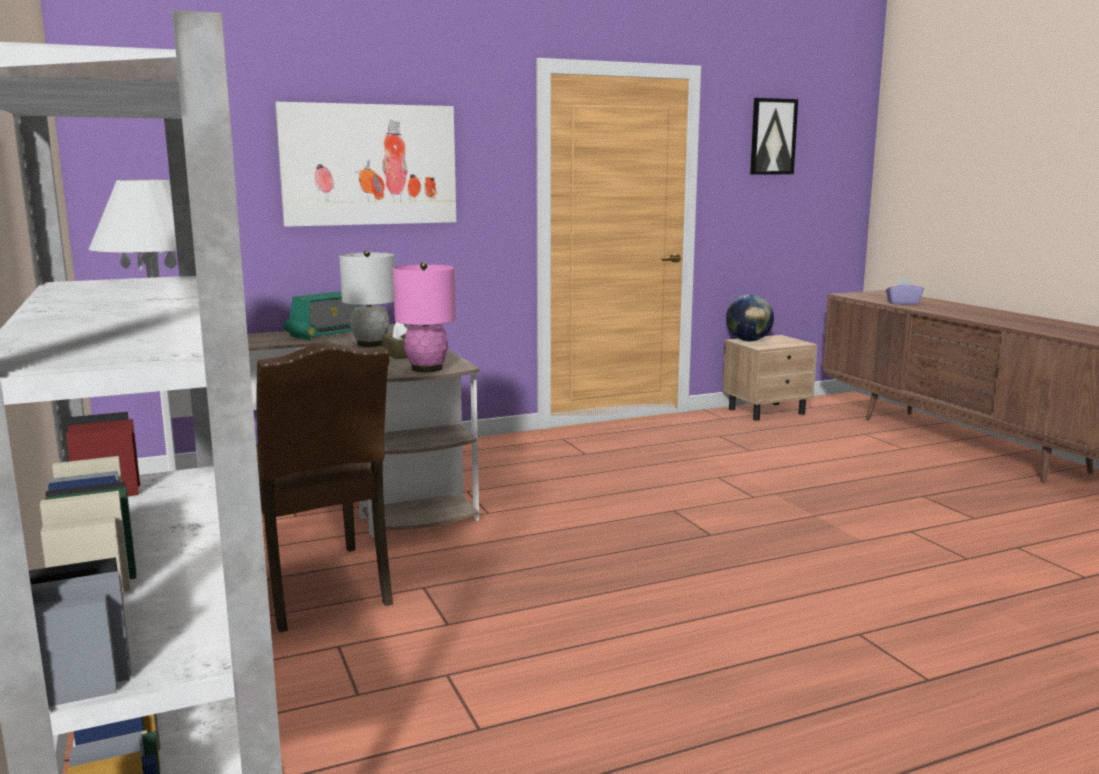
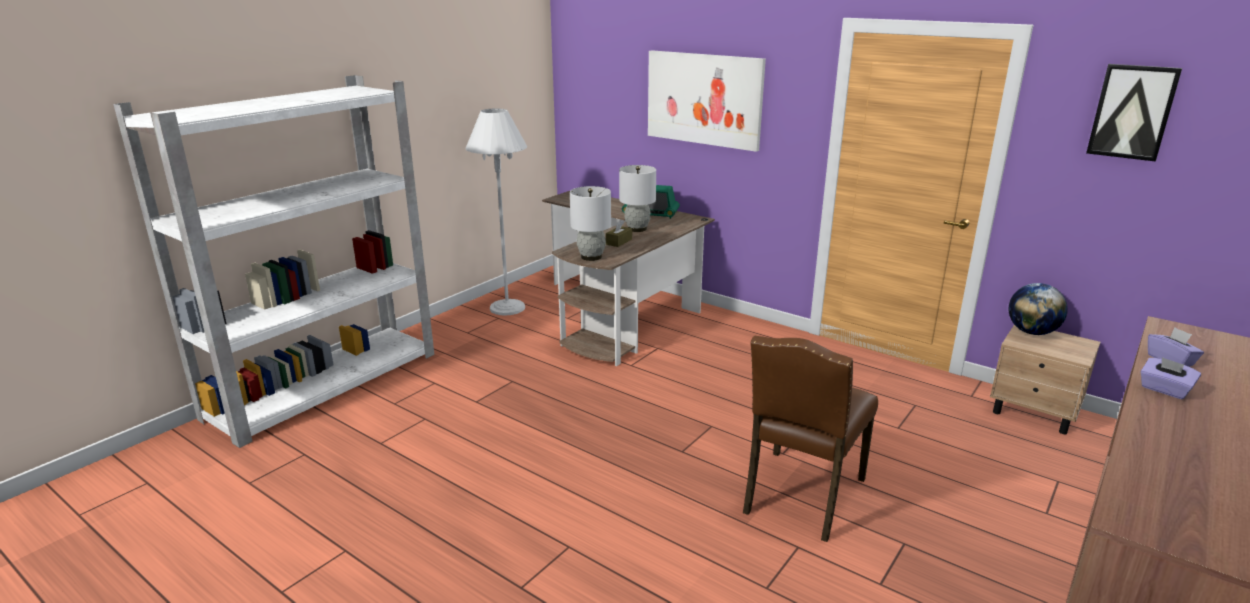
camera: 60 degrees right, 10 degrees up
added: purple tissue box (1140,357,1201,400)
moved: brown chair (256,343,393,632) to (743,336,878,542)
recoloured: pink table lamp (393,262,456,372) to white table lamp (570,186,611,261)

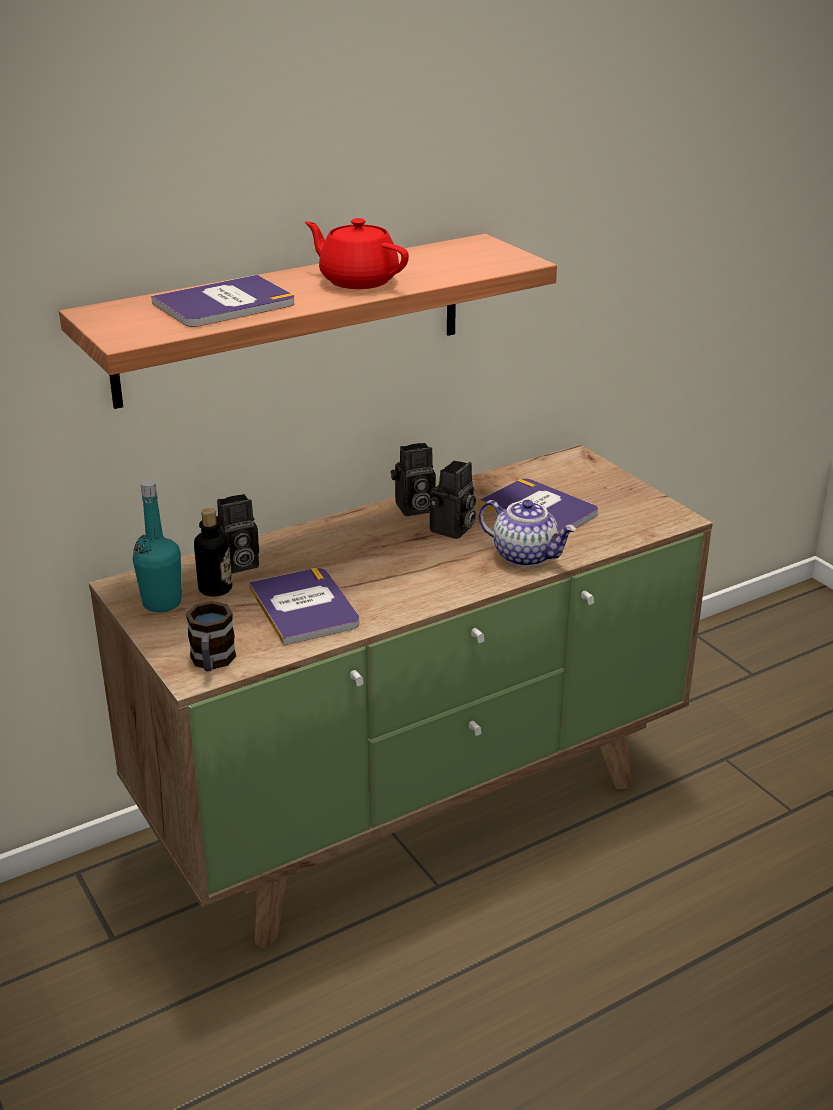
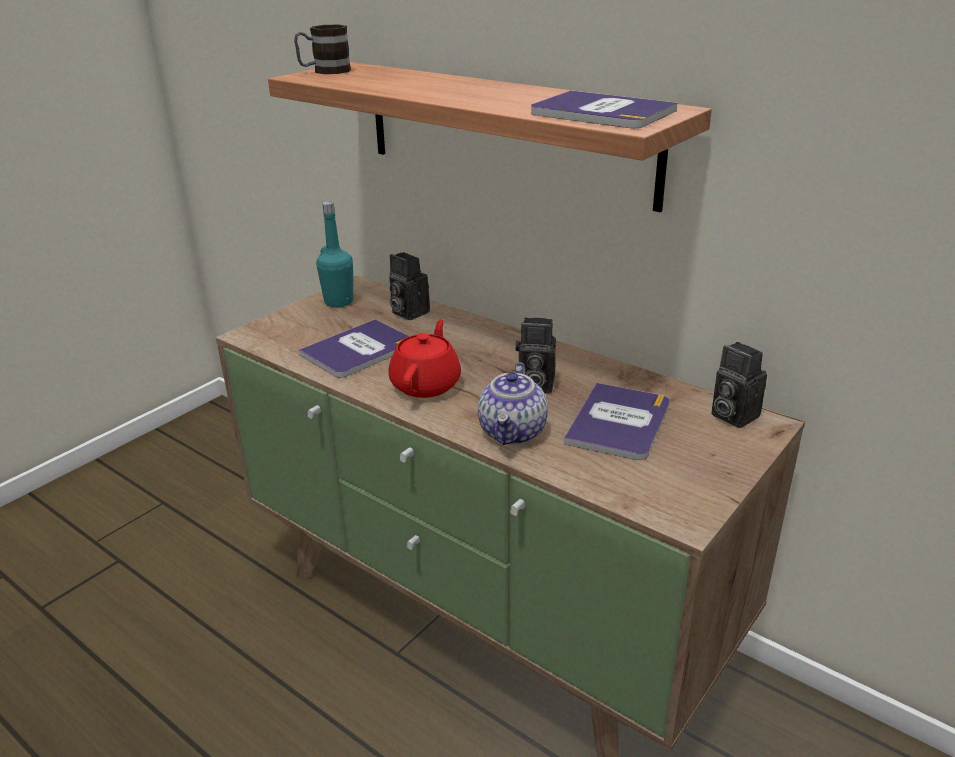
camera: 70 degrees right, 0 degrees up
removed: bottle (194,508,232,596)
moved: book (151,275,295,327) to (531,90,678,128); mug (186,601,236,671) to (294,25,351,74); red teapot (305,218,409,289) to (389,319,461,398); photo camera (391,443,436,516) to (711,342,767,428)

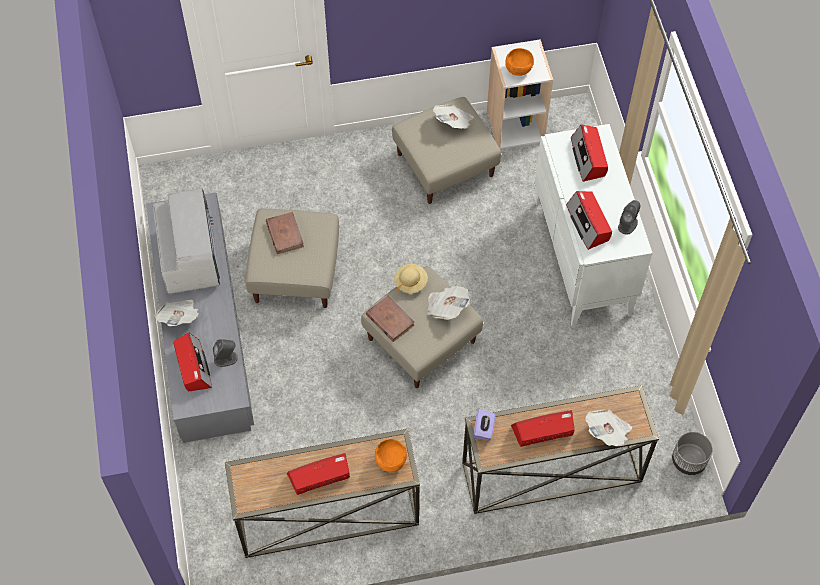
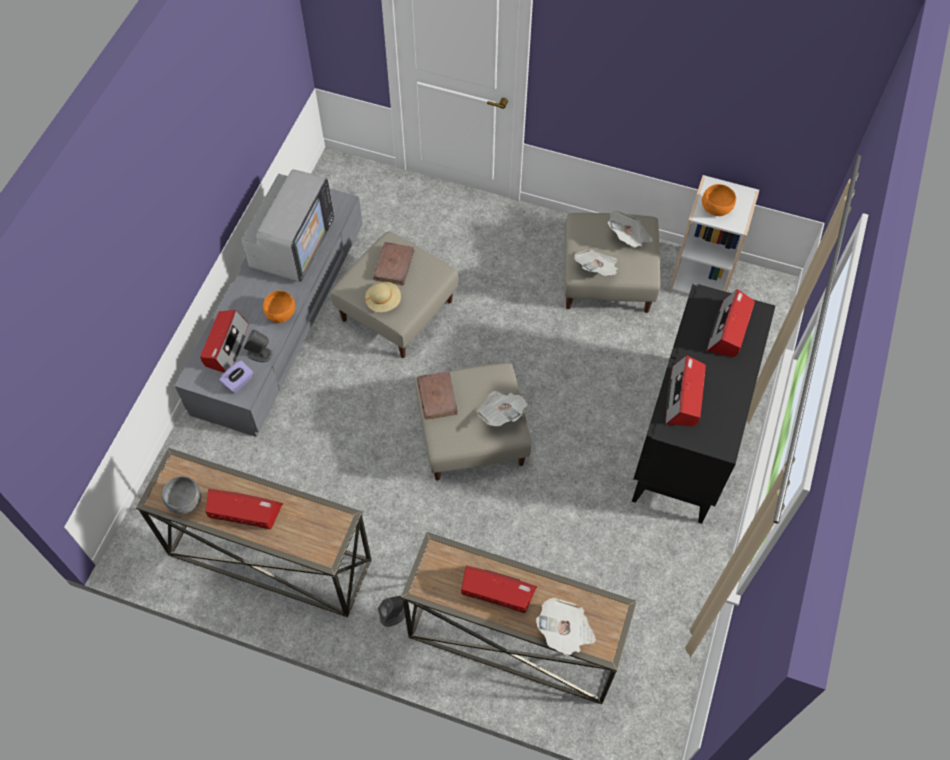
camera: 30 degrees right, 0 degrees up
removed: grey planter (672,432,713,475)
added: grey bowl (162,476,201,514)
moved: newspaper (155,299,199,326) to (574,250,618,276); orange bowl (375,439,407,472) to (263,290,295,323); beige hat (394,263,428,294) to (365,282,401,312); purple tissue box (474,409,495,441) to (219,360,254,393); grey speaker (618,200,640,235) to (378,596,405,627)
recoloured: white cabinet (535,124,653,327) to black cabinet (632,284,775,524)

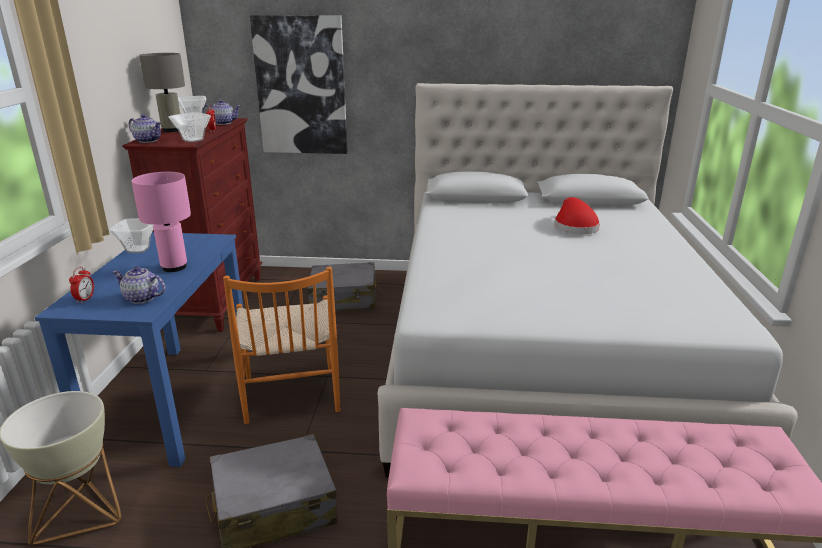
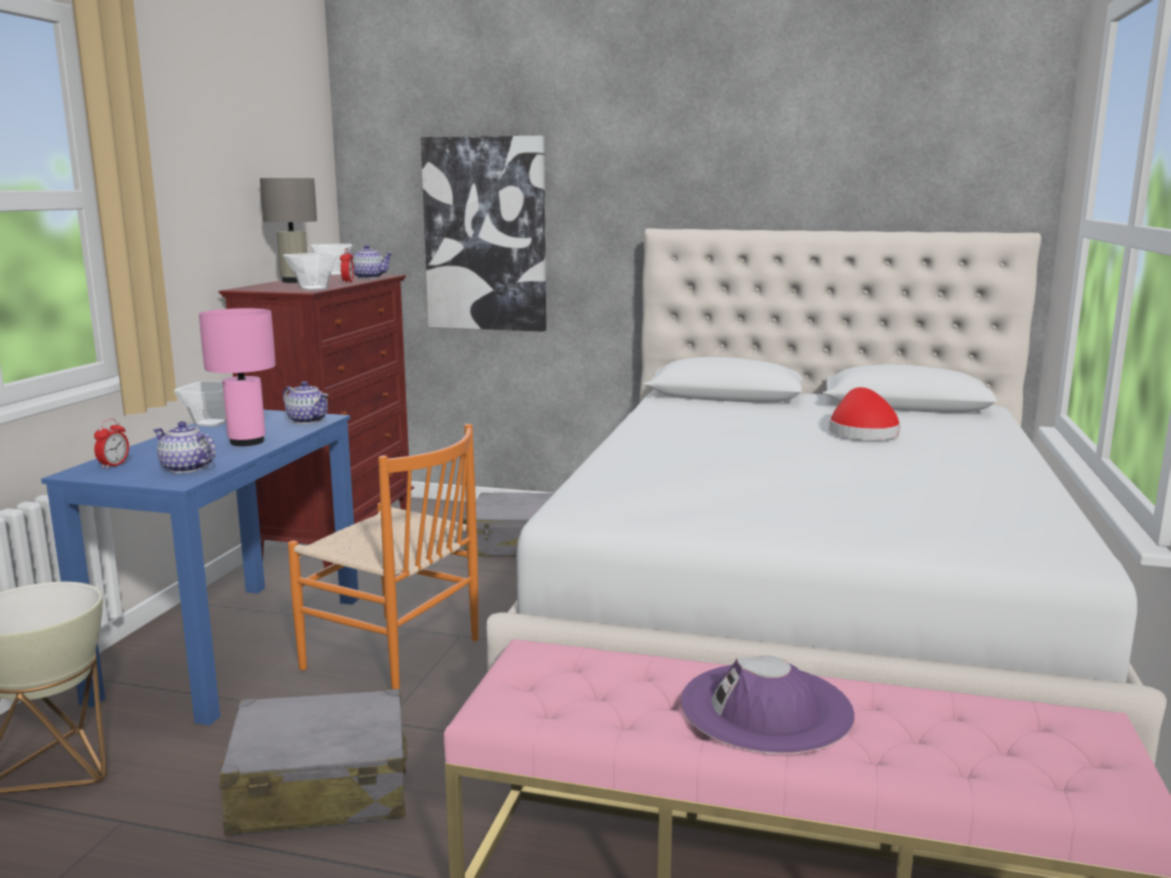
camera: 10 degrees right, 10 degrees down
added: purple hat (681,655,855,754)
moved: teapot (129,114,161,143) to (283,381,329,424)
turned: orange chair (223,267,340,424) = (288,424,479,689) 60 degrees counterclockwise

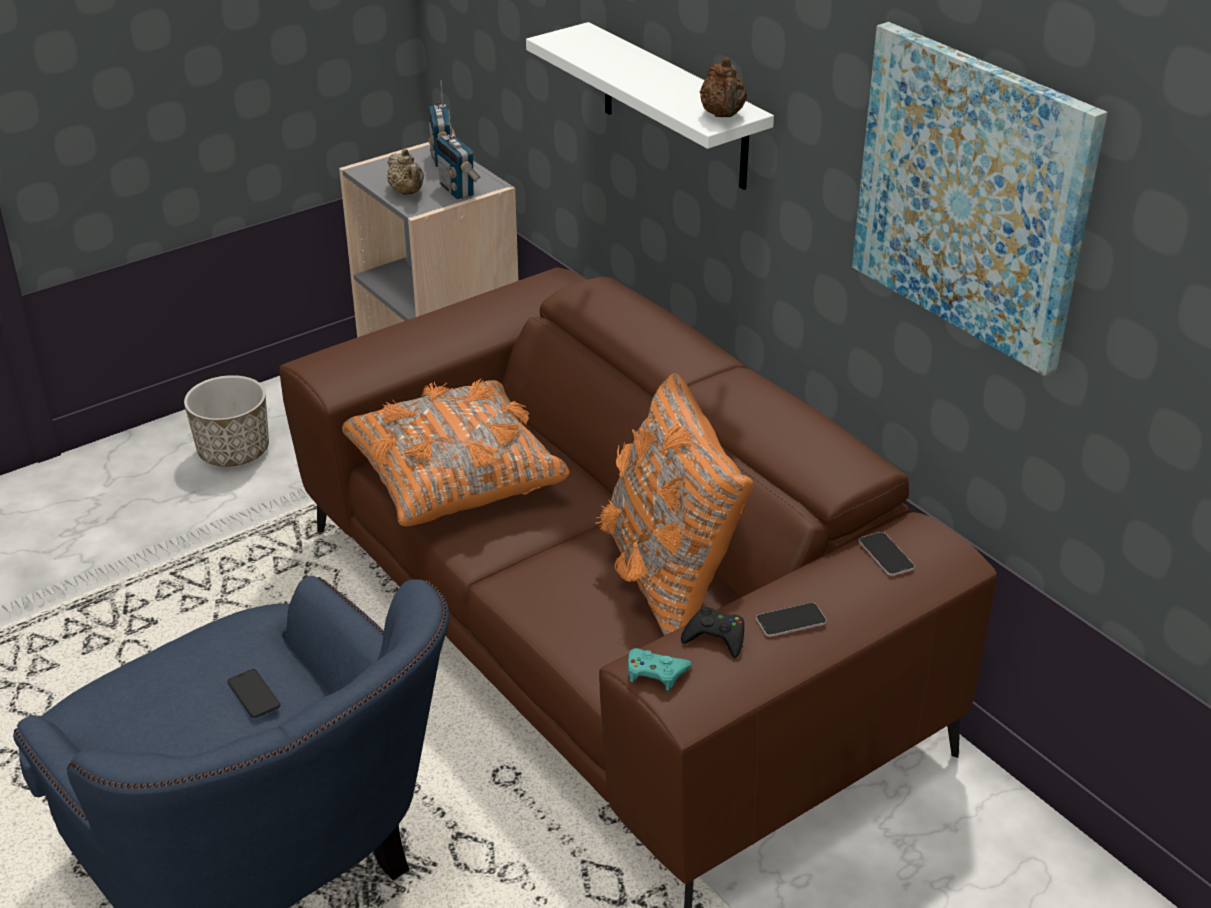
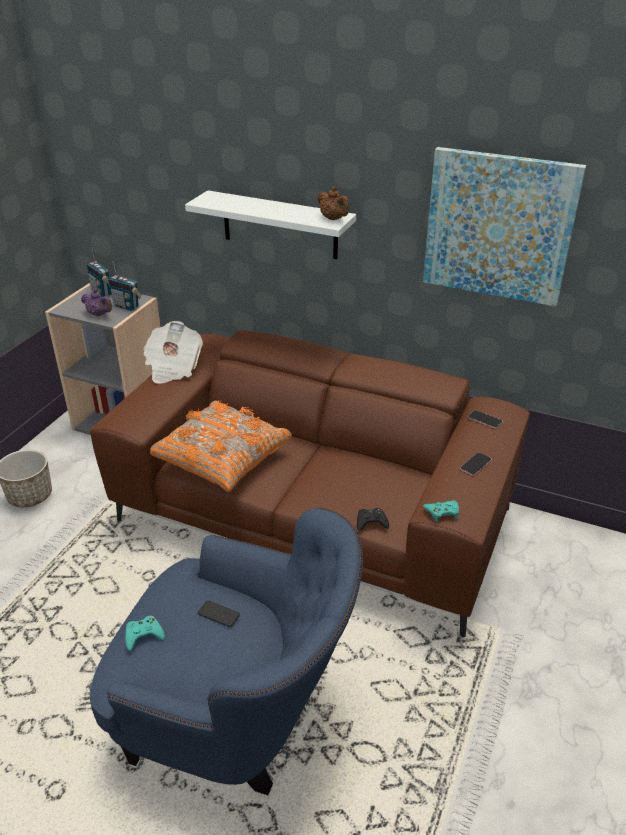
camera: 30 degrees left, 0 degrees up
removed: orange pillow (596,373,753,636)
added: turquoise game controller (125,616,165,651); newspaper (143,321,203,384)
moved: black game controller (681,607,744,658) to (357,508,389,532)
recoloured: beige teapot (387,149,424,195) to purple teapot (81,289,112,316)

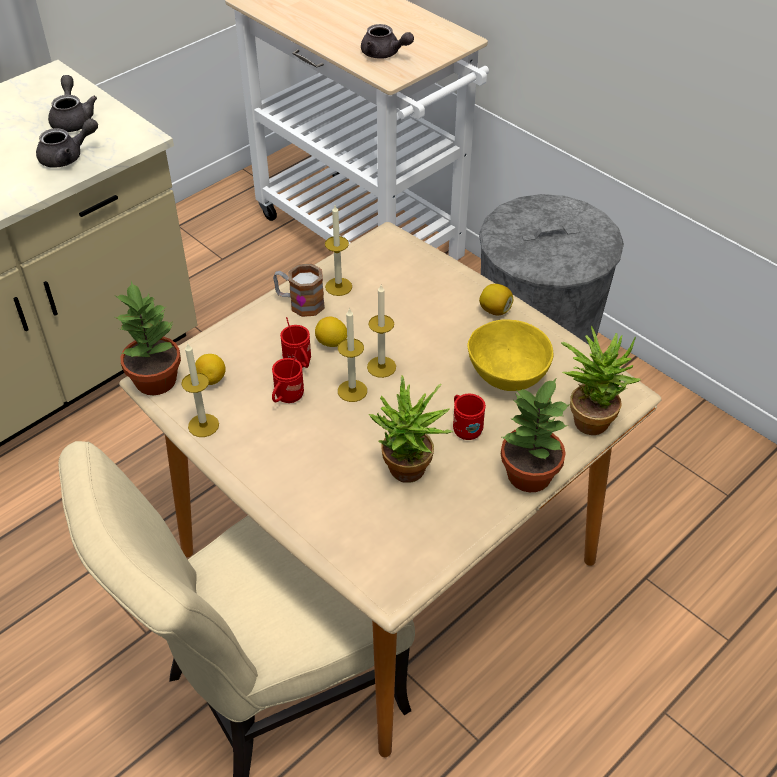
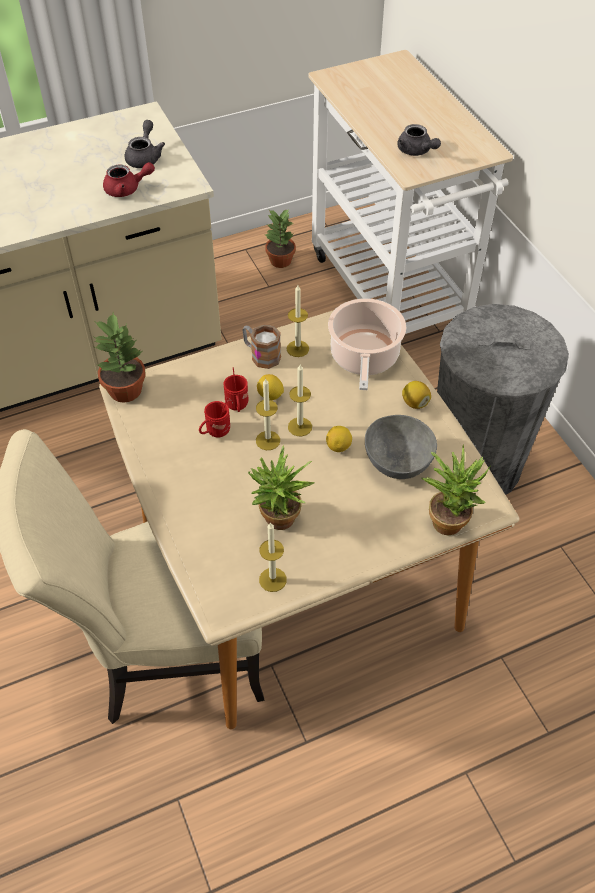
camera: 20 degrees right, 5 degrees up
removed: red mug (453,394,486,440)
added: cooking pot (328,298,406,390)
moved: candle (181,343,219,437) to (259,522,287,592); lemon (195,354,226,385) to (326,426,352,452); potted plant (501,379,571,492) to (265,210,296,268)
recoloured: grey teapot (36,118,98,168) to red teapot (103,162,155,197); yellow bowl (467,319,553,391) to grey bowl (365,415,437,479)

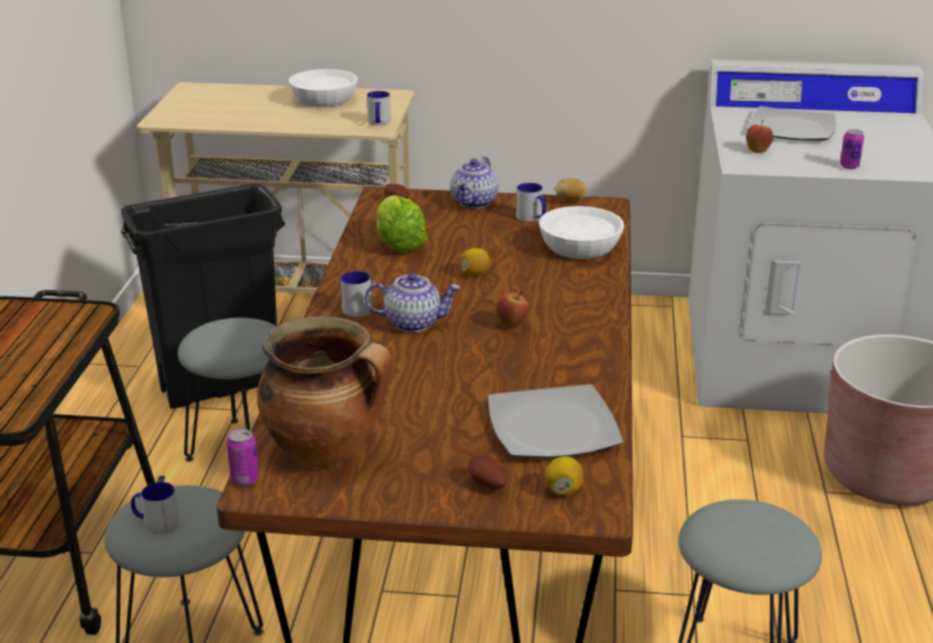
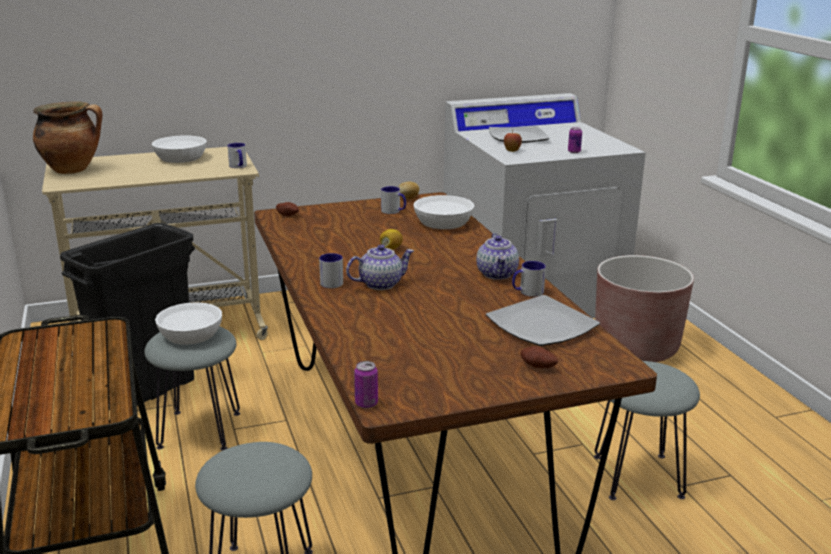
camera: 25 degrees left, 5 degrees down
removed: lettuce (376,195,427,253); apple (496,292,529,329); lemon (544,456,583,496)
added: white bowl (155,302,222,345)
moved: mug (131,482,179,534) to (512,261,546,297); cooking pot (257,316,392,468) to (33,101,102,174); teapot (451,157,498,209) to (477,233,519,280)

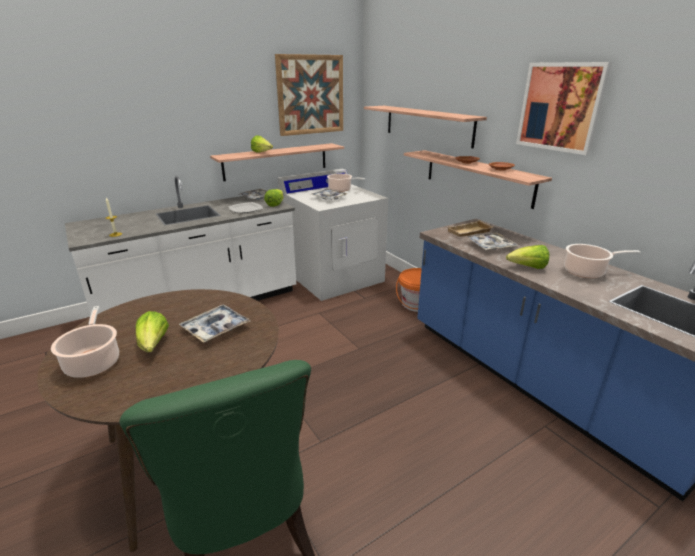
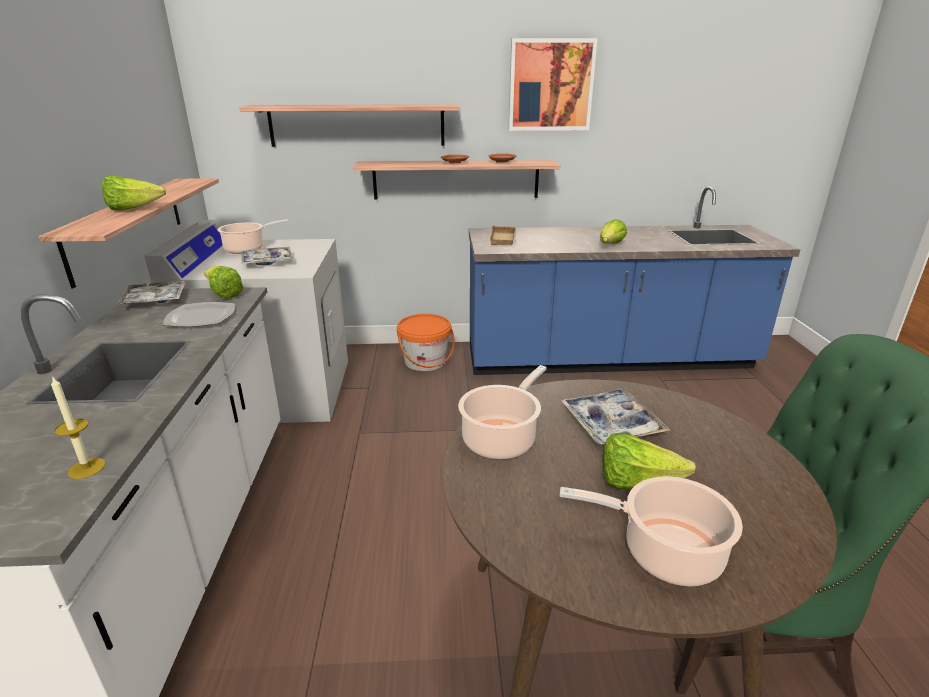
camera: 60 degrees left, 0 degrees up
removed: picture (275,54,343,136); tray (467,233,518,250)
moved: cooking pot (564,244,641,278) to (458,365,547,459)

